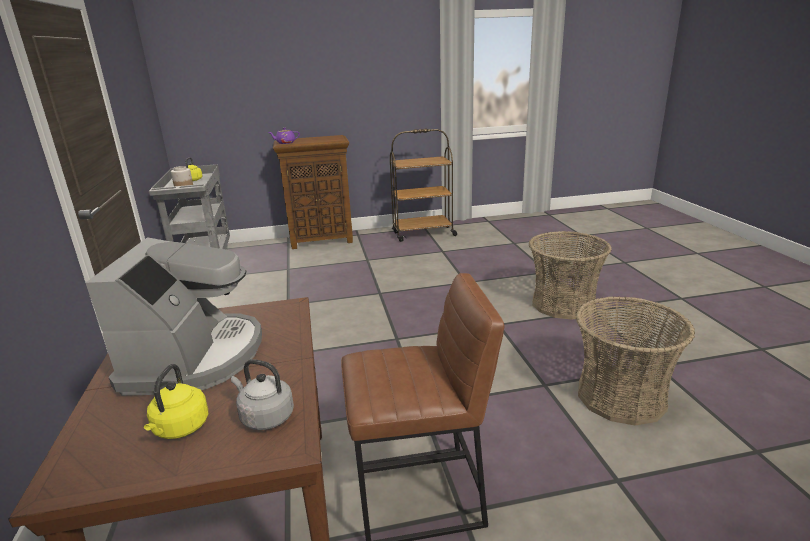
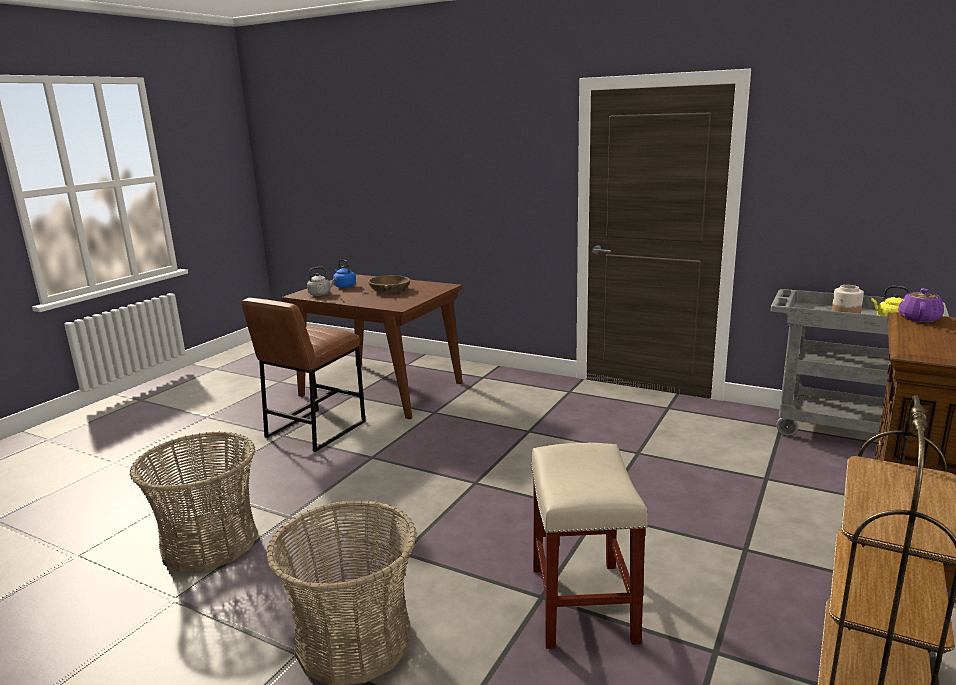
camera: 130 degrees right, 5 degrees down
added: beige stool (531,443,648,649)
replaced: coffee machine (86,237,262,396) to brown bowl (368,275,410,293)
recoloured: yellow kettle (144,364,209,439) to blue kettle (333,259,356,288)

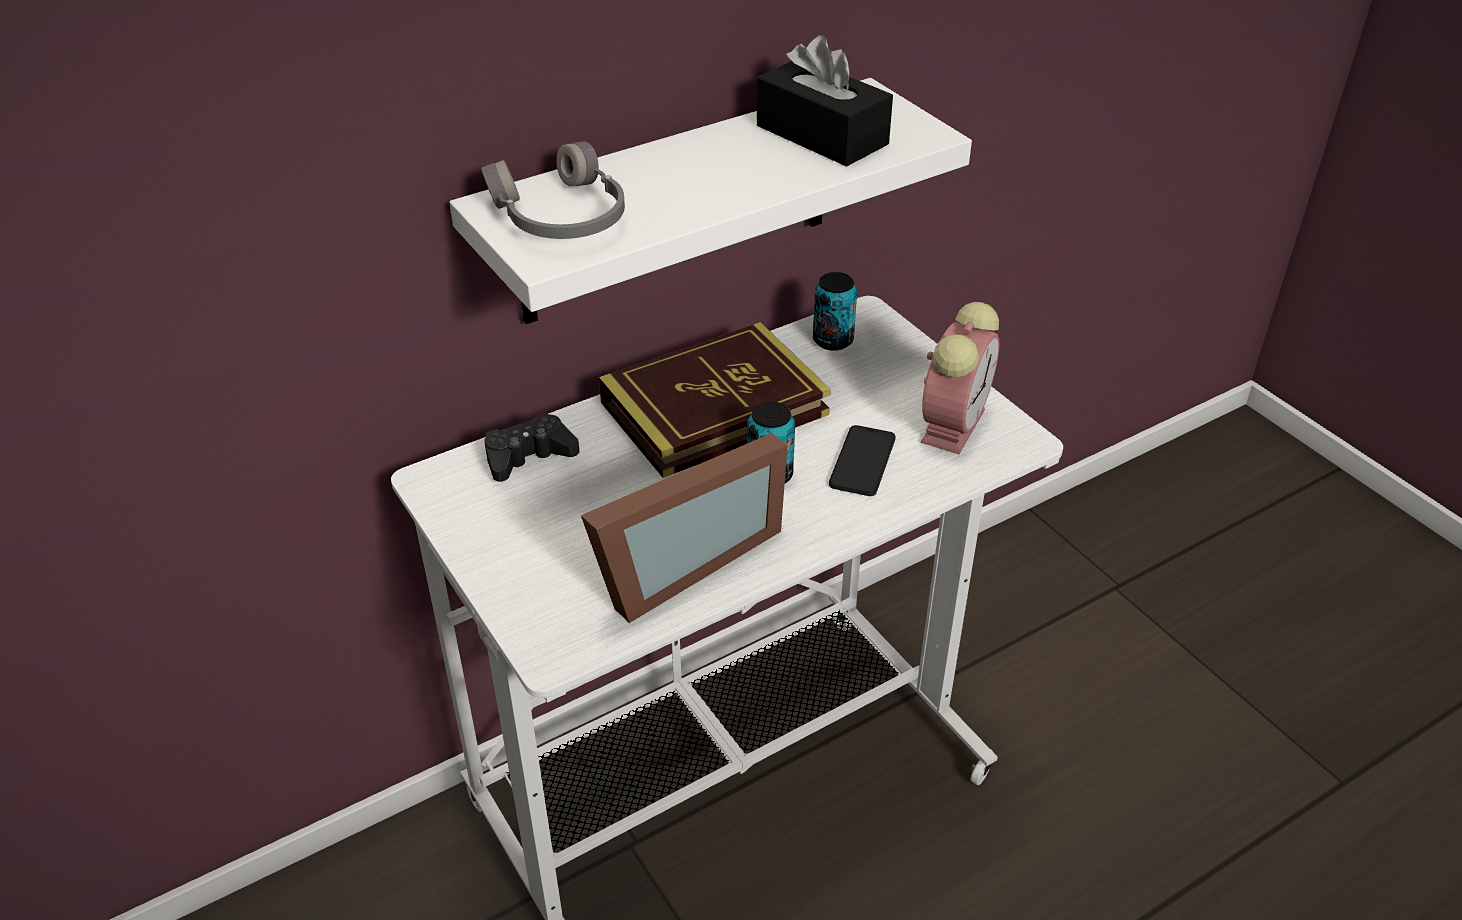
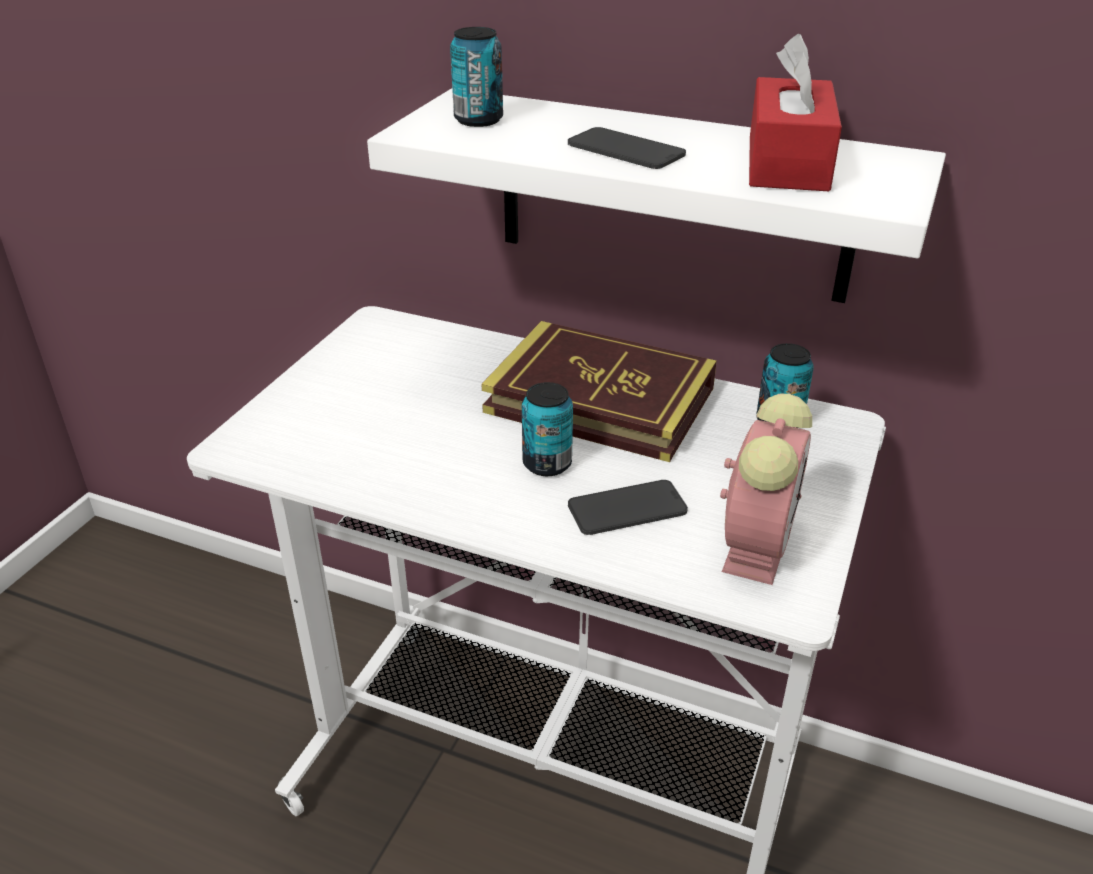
camera: 55 degrees right, 5 degrees down
removed: black game controller (484,413,579,482); picture frame (581,433,788,623)
added: phone (568,127,686,169)
replaced: grey headphones (481,141,625,239) to can (450,27,503,127)
recoloured: black tissue box (757,35,893,167) to red tissue box (749,34,842,191)
turned: alarm clock (921,302,999,454) = (720,394,812,585) 60 degrees counterclockwise

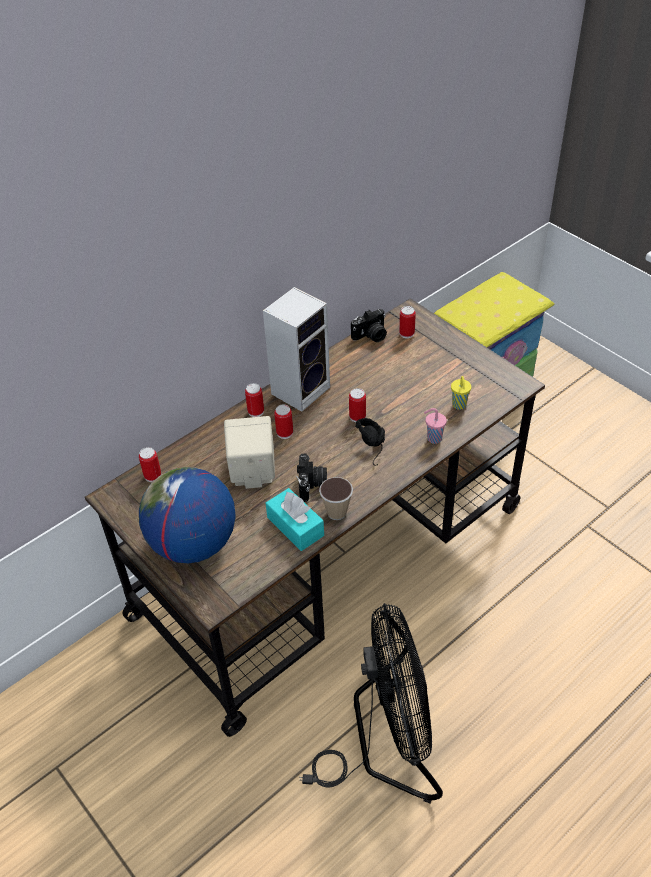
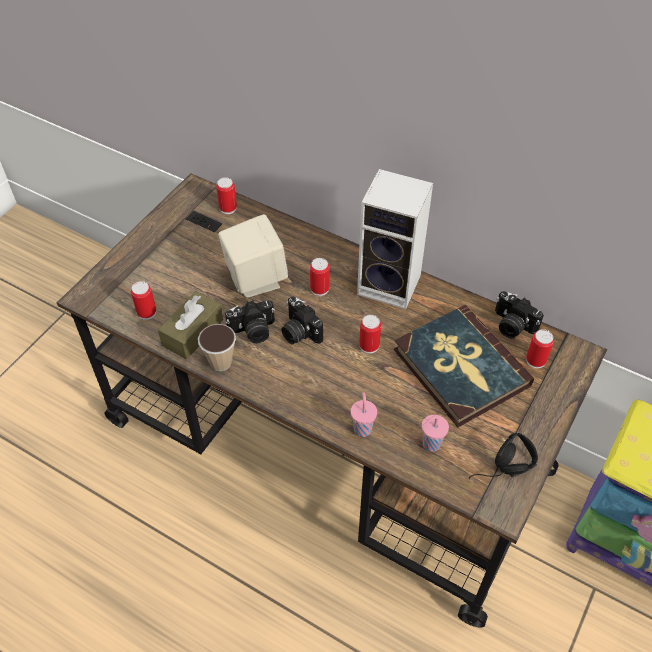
camera: 70 degrees right, 5 degrees up
removed: globe (139,467,236,563); black fan (299,603,443,803)
added: photo camera (281,297,323,344); book (394,305,534,427)
moved: can (245,383,264,417) to (131,281,156,320); black headphones (355,418,385,466) to (469,433,538,479)
recoloured: turquoise tissue box (266,488,324,551) to brown tissue box (158,291,223,359); yellow cup (451,376,471,410) to pink cup (422,415,449,452)

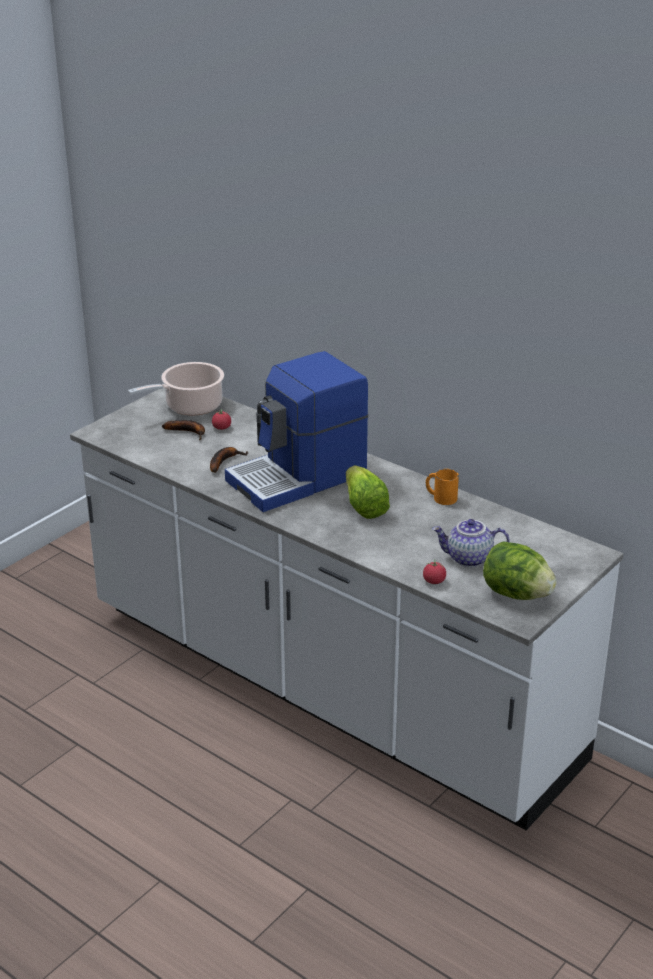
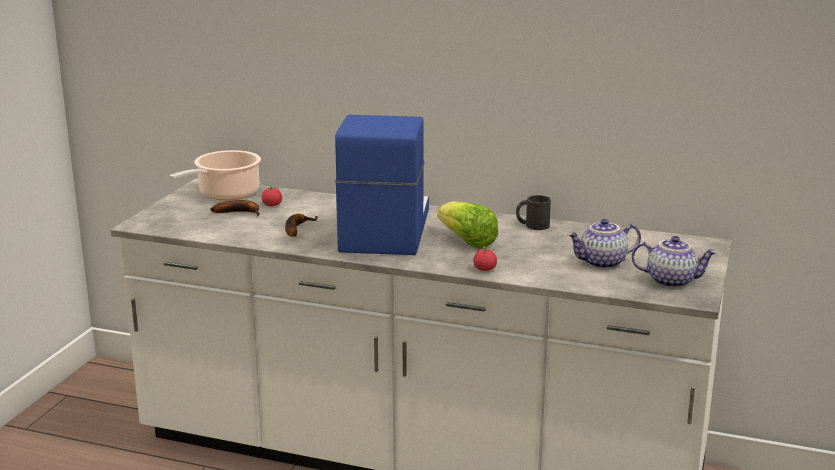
camera: 20 degrees left, 10 degrees down
moved: tomato (423,559,446,584) to (473,246,497,271)
replaced: lettuce (483,541,557,600) to teapot (631,236,717,288)
recoloured: orange mug (426,469,459,505) to black mug (516,195,551,230)
turned: coffee machine (225,351,369,512) = (335,115,429,255) 150 degrees clockwise

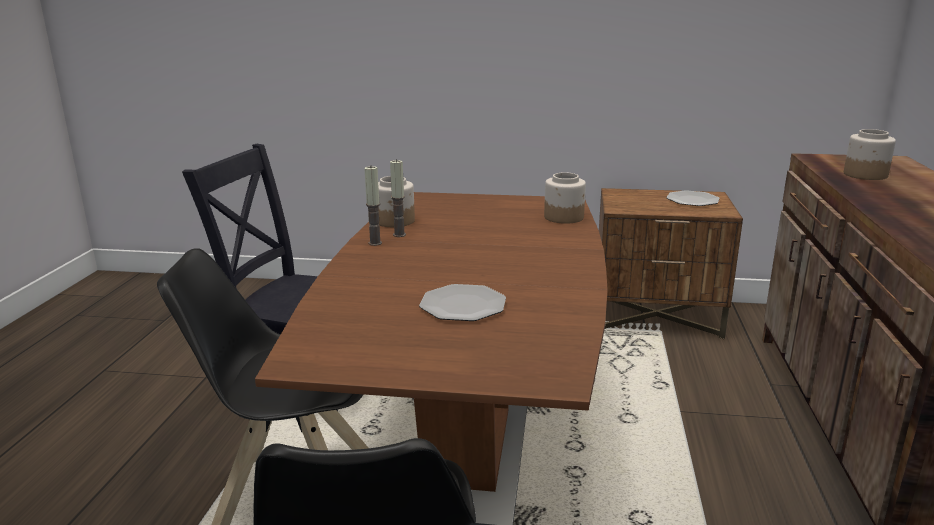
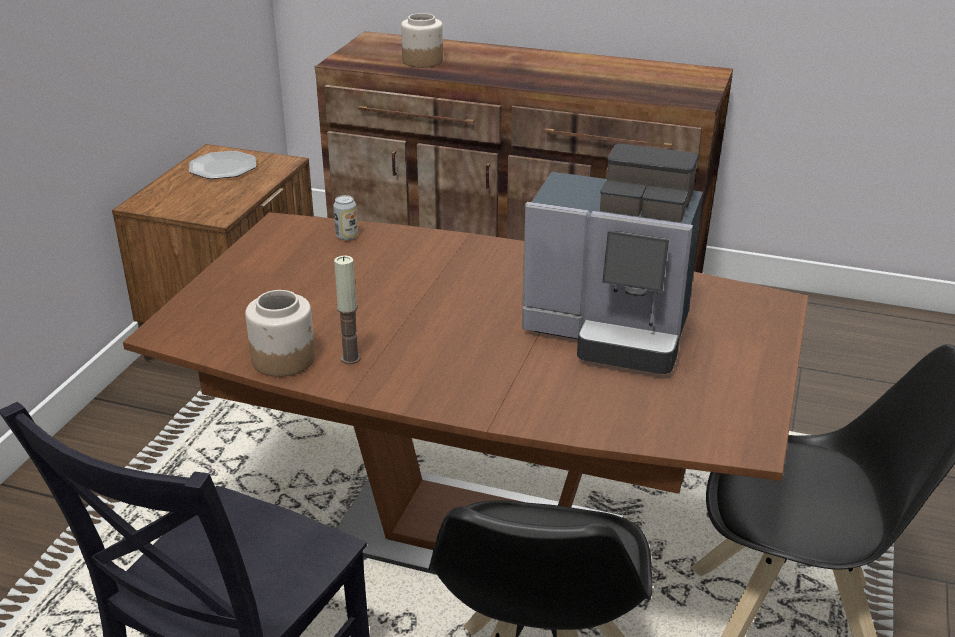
camera: 80 degrees left, 10 degrees up
removed: candle (364,166,382,246)
replaced: plate (419,284,506,321) to coffee machine (522,144,703,374); jar (544,172,586,224) to can (333,195,358,240)

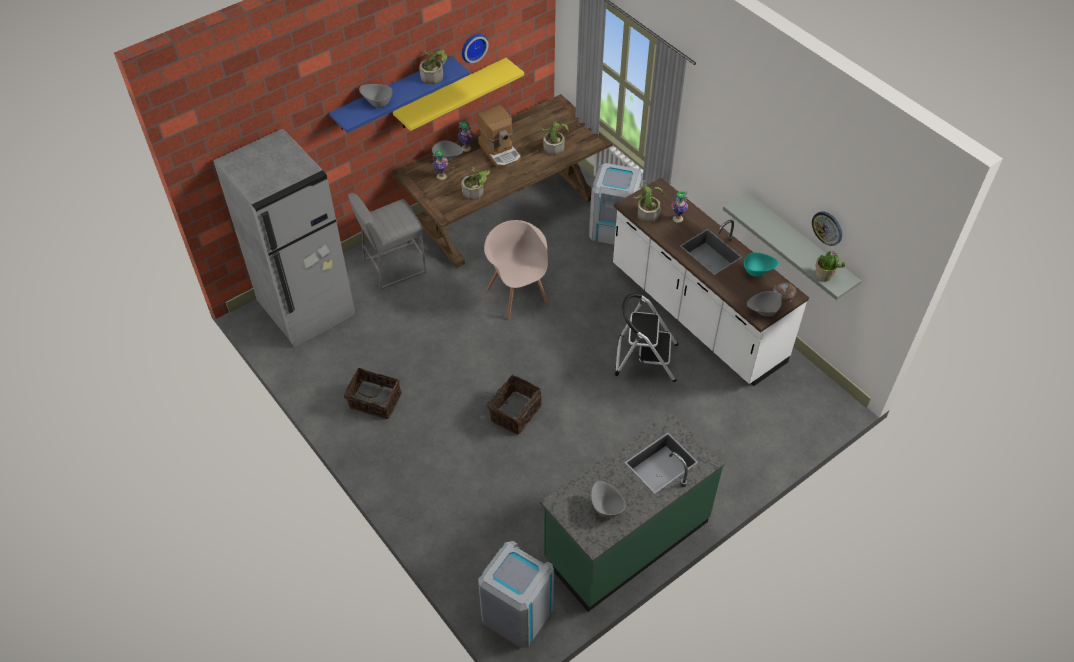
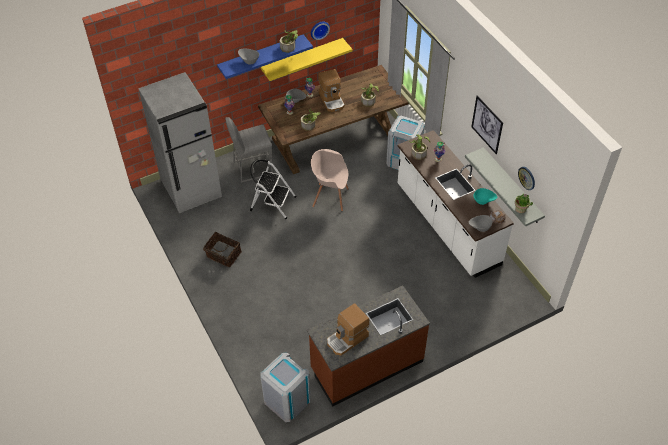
camera: 10 degrees right, 0 degrees up
removed: basket (486,375,542,435)
added: picture (471,95,503,154)
moved: step ladder (615,293,678,382) to (250,159,297,219)
replaced: grey bowl (591,481,626,518) to coffee machine (327,303,369,356)
recoloured: green counter (540,412,724,612) to brown counter (307,285,430,407)
turned: beige chair (484,220,548,319) = (311,149,348,211) 60 degrees counterclockwise

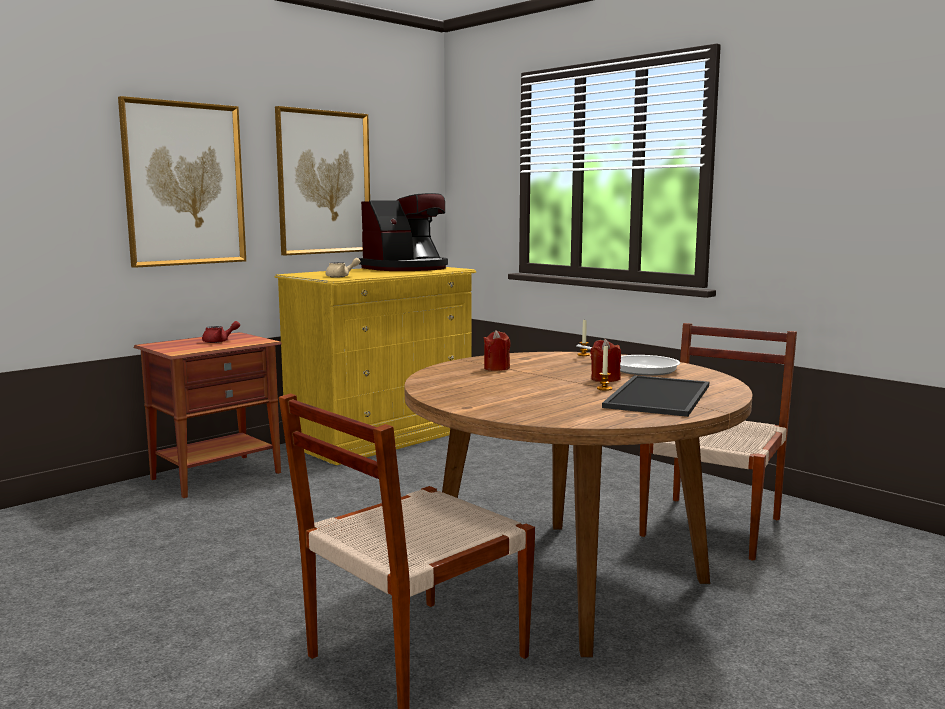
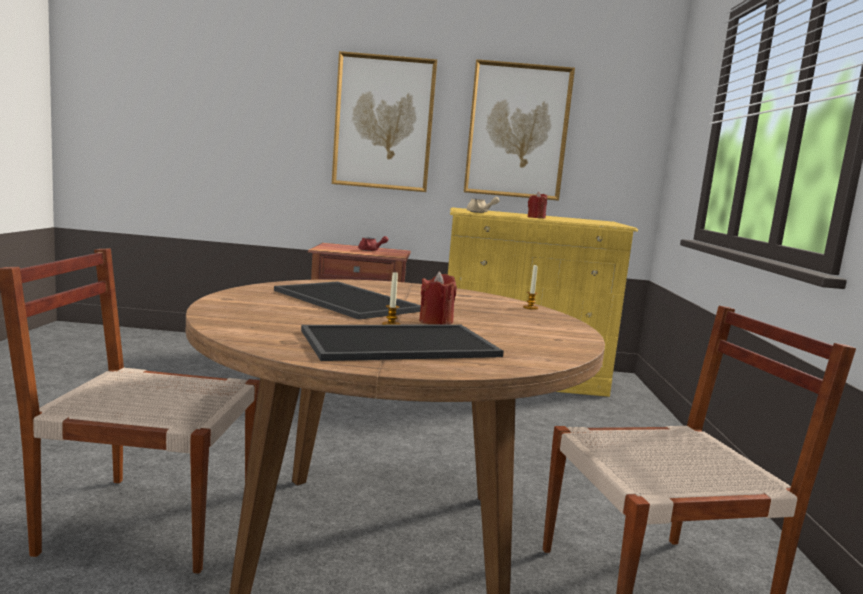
camera: 45 degrees right, 0 degrees up
removed: coffee machine (359,193,448,271); frying pan (576,344,680,376)
added: tray (274,282,421,320)
moved: red candle (484,330,511,371) to (528,192,547,218)

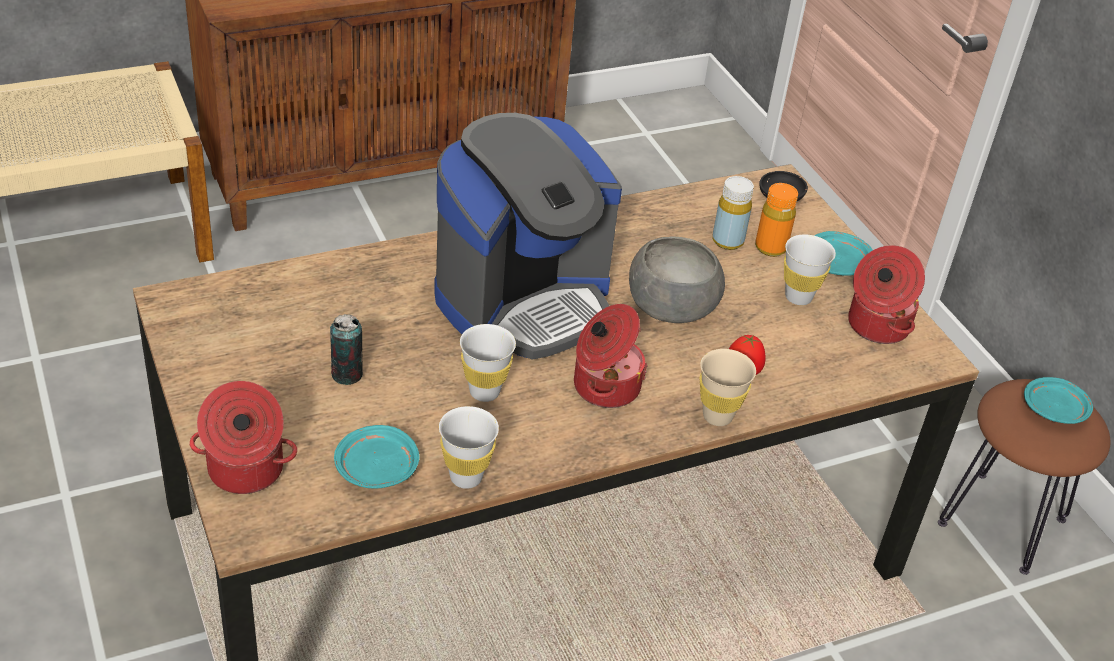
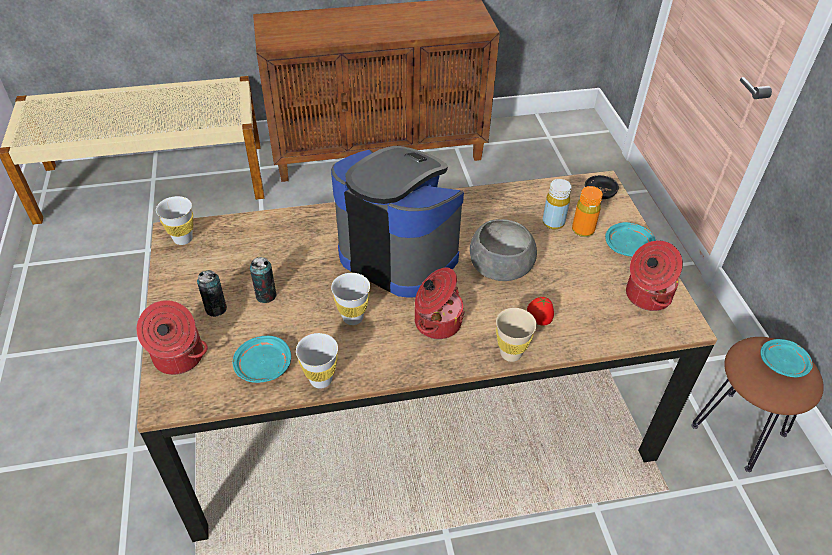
camera: 15 degrees right, 5 degrees up
added: can (197,270,227,317)
moved: white cup (784,234,836,305) to (156,196,193,245)
turned: coffee machine (434,113,622,360) = (331,146,464,298) 120 degrees counterclockwise

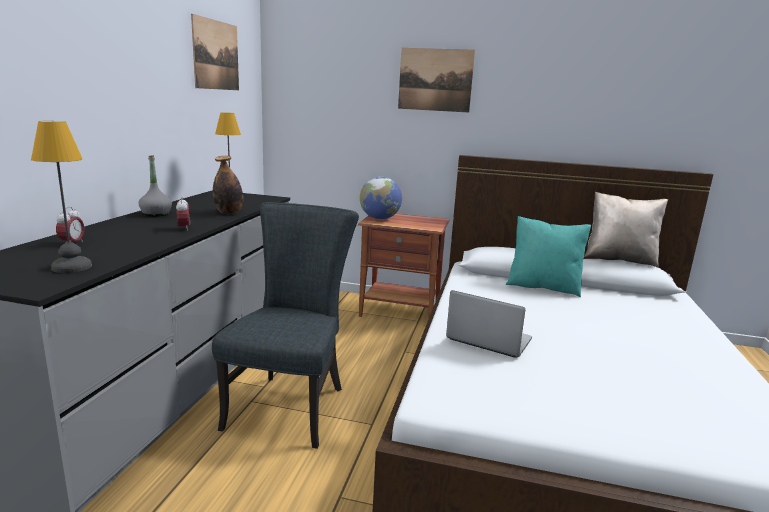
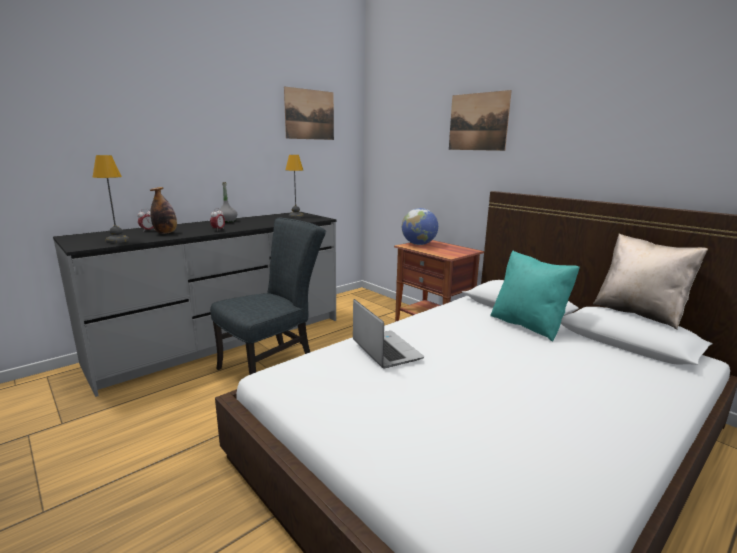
camera: 35 degrees right, 0 degrees up
moved: bottle (213,156,243,214) to (150,187,177,234)

